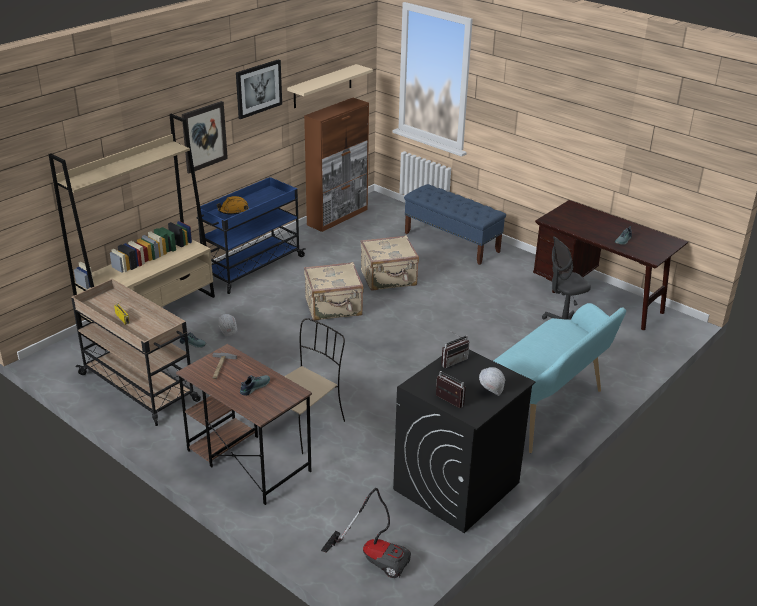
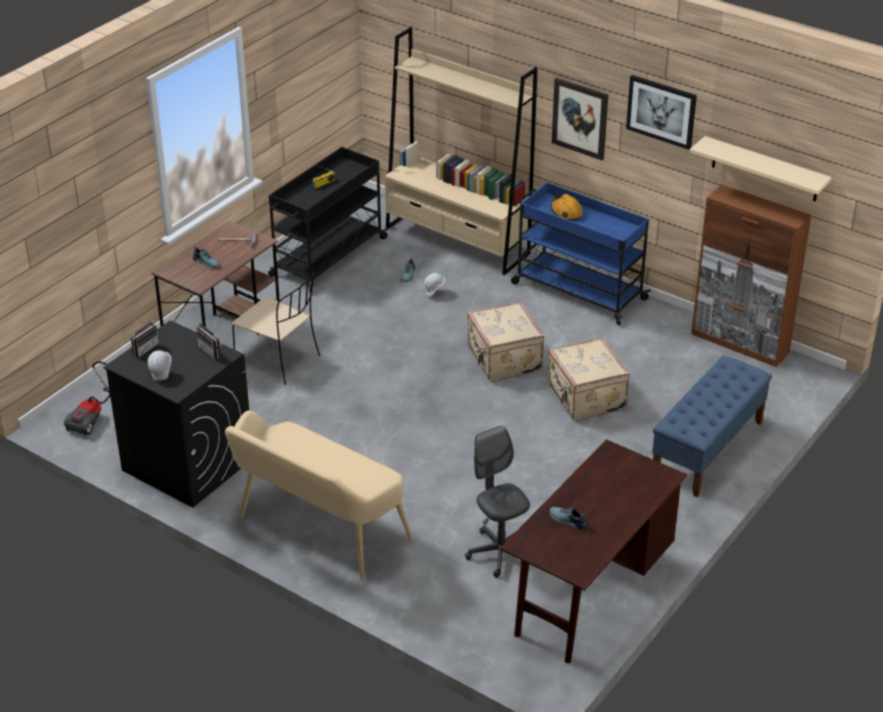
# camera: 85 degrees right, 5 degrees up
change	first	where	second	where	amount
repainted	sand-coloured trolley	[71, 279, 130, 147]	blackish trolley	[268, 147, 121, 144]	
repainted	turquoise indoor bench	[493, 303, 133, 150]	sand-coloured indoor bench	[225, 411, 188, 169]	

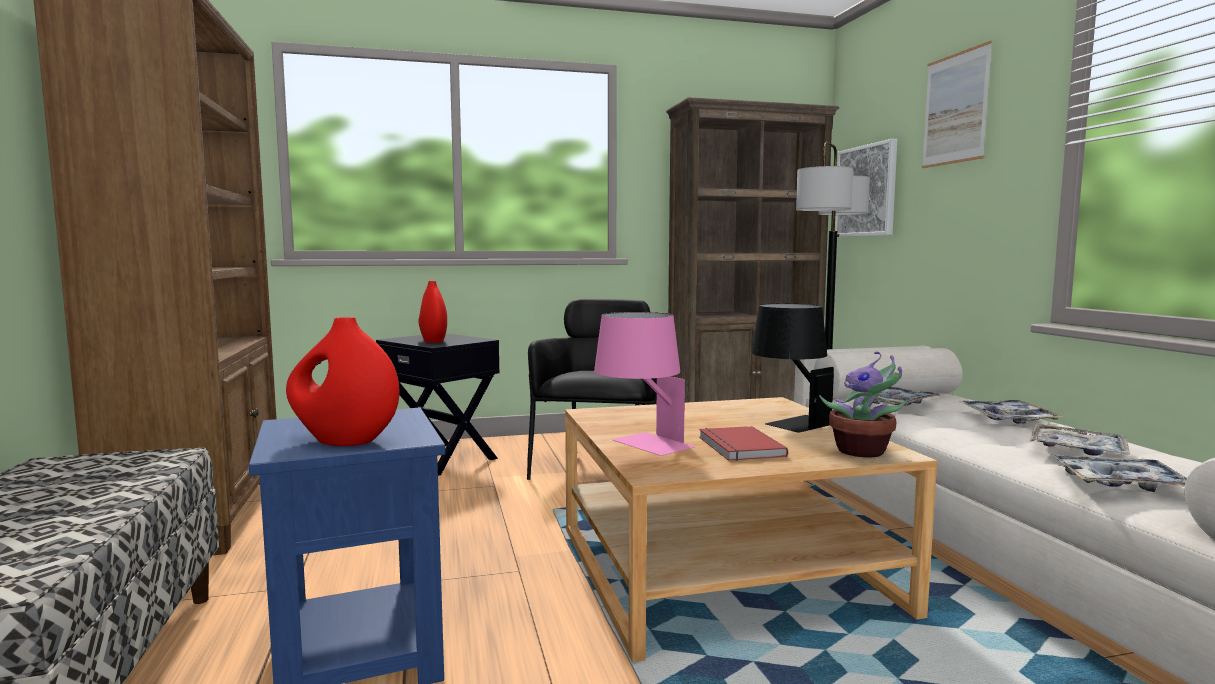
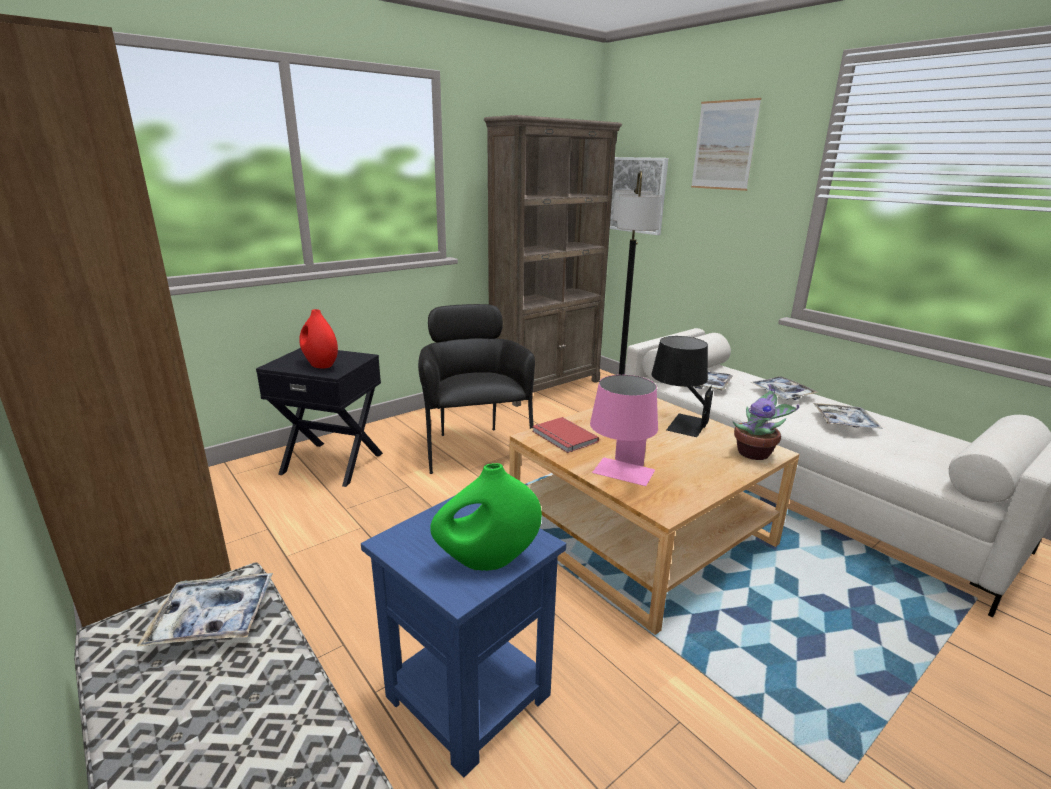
# camera: 25 degrees left, 15 degrees up
change	first	where	second	where	amount
repainted	red-coloured vase	[286, 317, 114, 129]	green vase	[430, 463, 112, 108]	
shifted	red-coloured volume	[699, 426, 89, 35]		[532, 417, 67, 36]	
shifted	serving tray	[1054, 455, 133, 37]		[136, 573, 137, 74]	

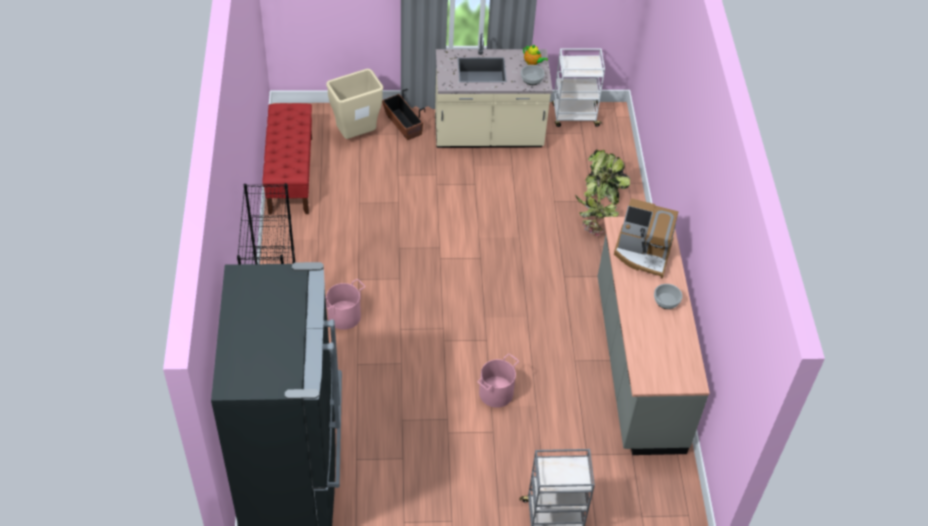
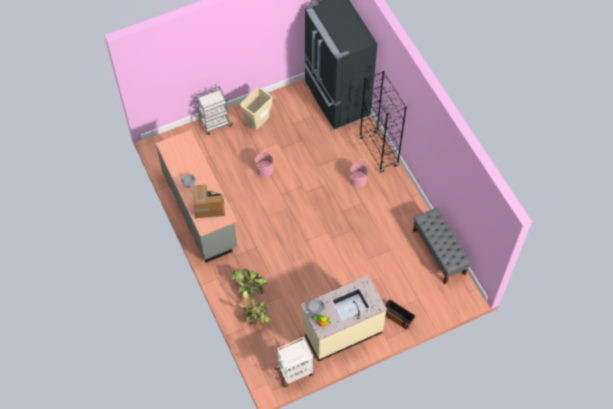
# camera: 160 degrees right, 10 degrees up
change	first	where	second	where	amount
repainted	red-coloured indoor bench	[262, 103, 50, 112]	greyish indoor bench	[413, 208, 58, 76]	
shifted	sand-coloured rubbish bin	[326, 69, 57, 70]		[240, 87, 33, 43]	

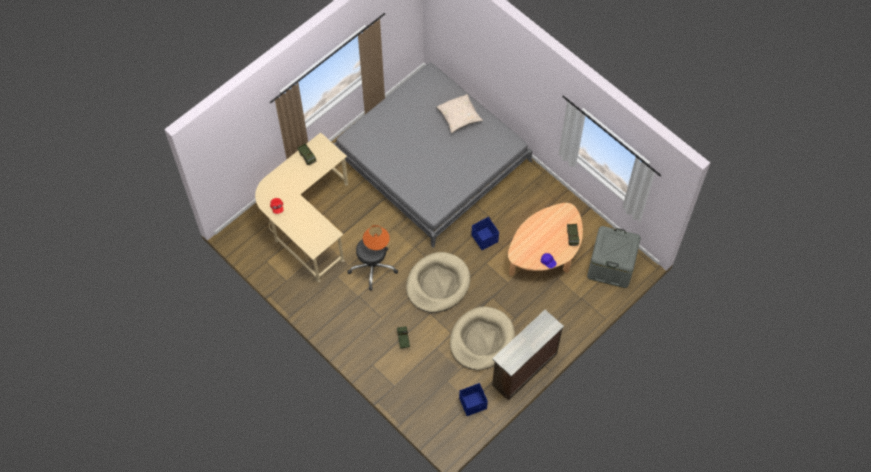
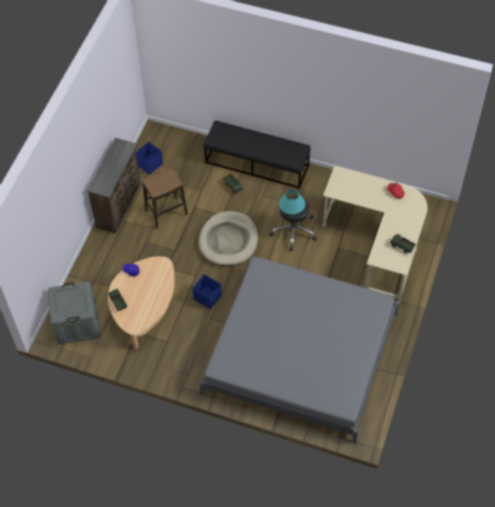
# camera: 155 degrees right, 5 degrees down
change	first	where	second	where	amount
repainted	orange-coloured tabletop lamp	[363, 225, 27, 25]	turquoise tabletop lamp	[279, 189, 26, 25]	
gone	sand-coloured cushion	[436, 94, 47, 39]			
swapped	sand-coloured pet bed	[450, 307, 65, 63]	stool seat	[142, 167, 46, 62]	
new			blackish indoor bench	[204, 120, 107, 69]	

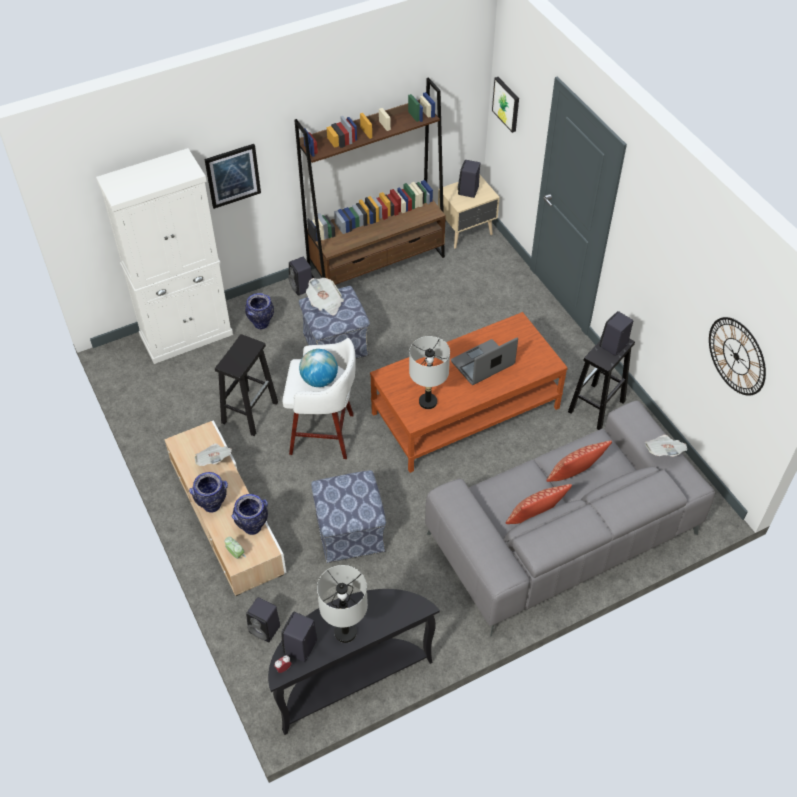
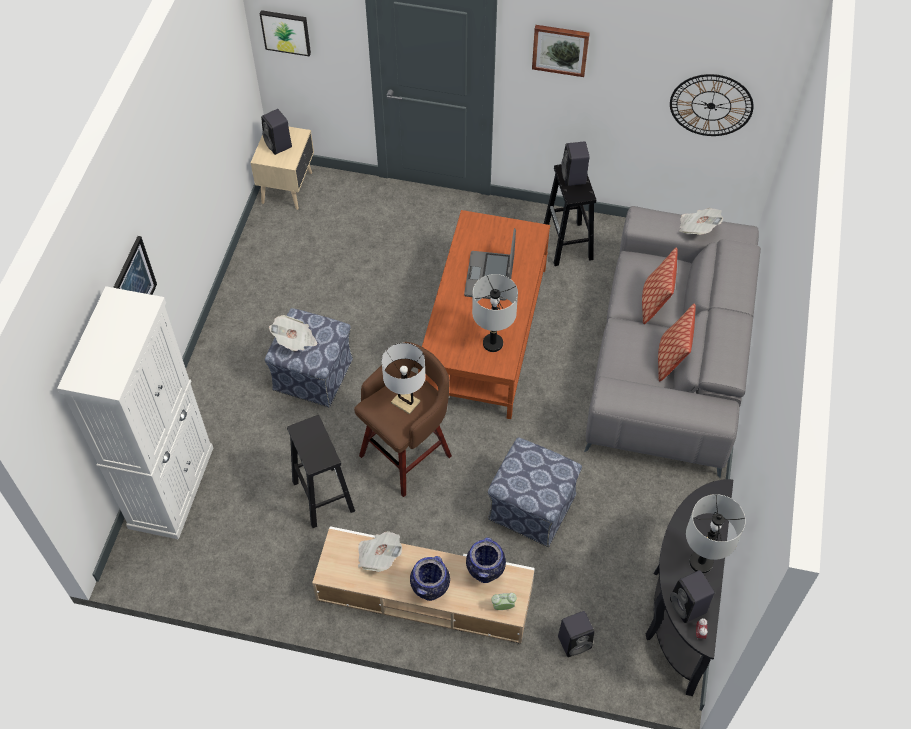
# camera: 50 degrees left, 5 degrees up
change	first	where	second	where	amount
gone	vase	[245, 293, 29, 36]			
repainted	whitish stool seat	[283, 338, 73, 121]	brown-coloured stool seat	[354, 342, 98, 155]	
gone	blackish speaker	[289, 257, 23, 39]			
gone	brown-coloured shelving unit	[294, 77, 152, 208]			
swapped	world globe	[299, 349, 39, 38]	whitish tabletop lamp	[382, 343, 44, 71]	
new			wall picture	[532, 25, 58, 52]	

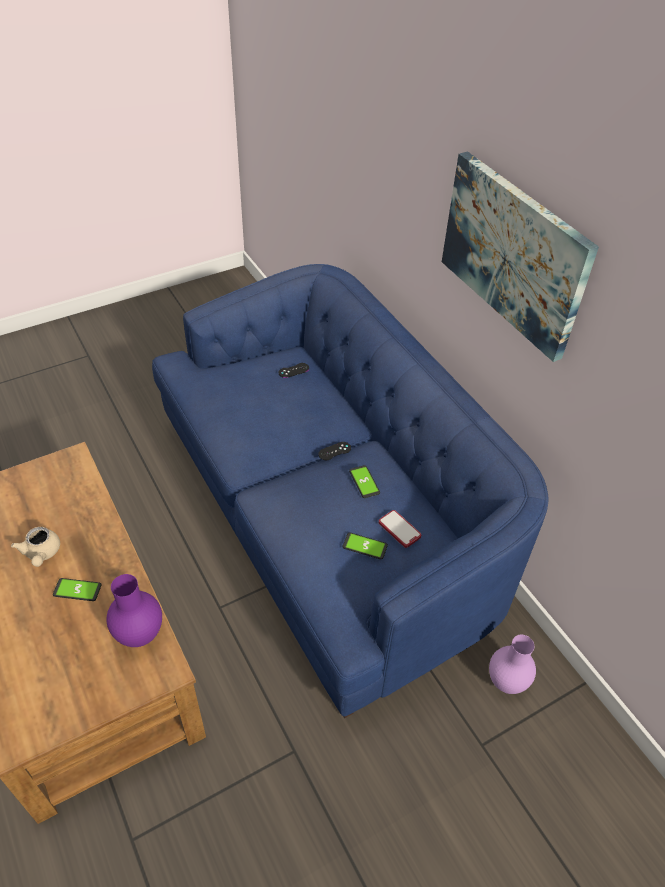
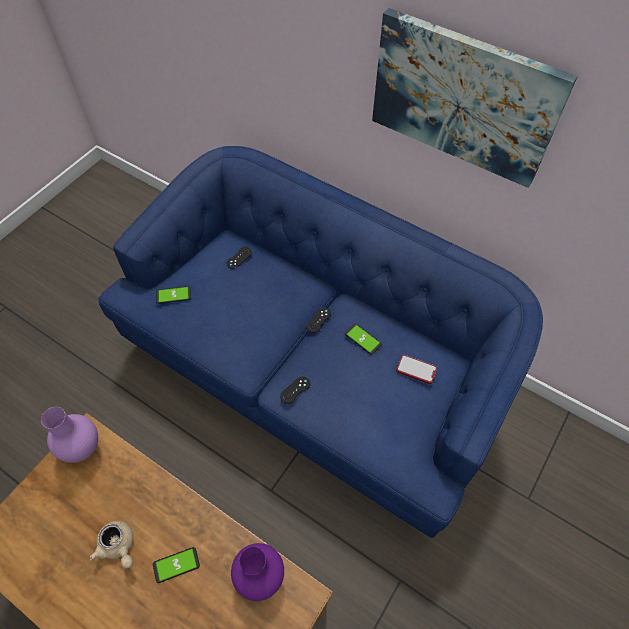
# camera: 25 degrees left, 10 degrees up
change	first	where	second	where	amount
shifted	telephone	[343, 532, 45, 27]		[156, 286, 35, 18]	
shifted	purple vase	[489, 635, 47, 59]		[41, 407, 57, 56]	
new			blackish gamepad	[280, 376, 30, 28]	

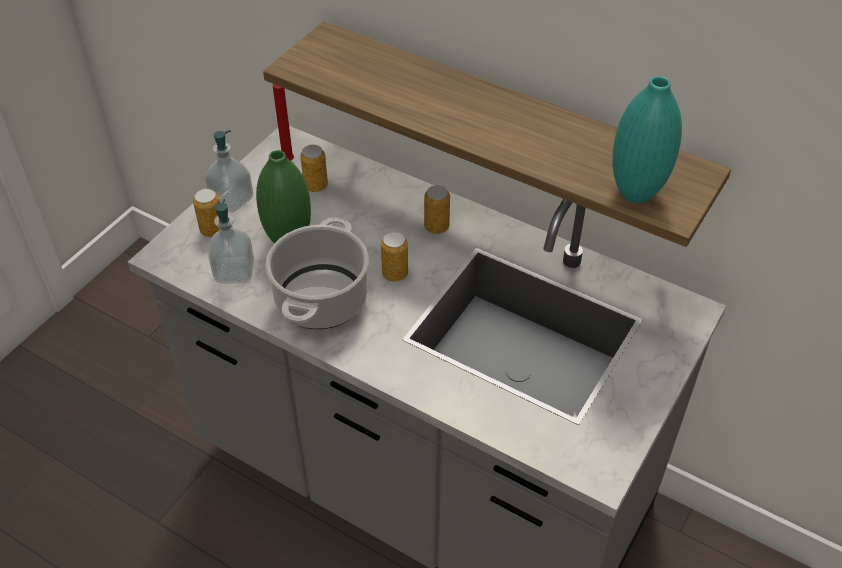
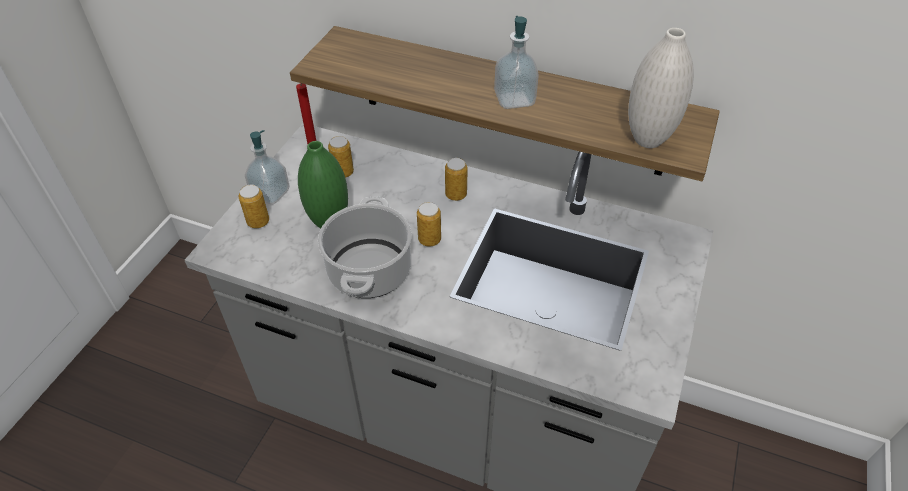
# camera: 10 degrees left, 0 degrees up
change	first	where	second	where	amount
shifted	liquid soap bottle	[209, 199, 45, 84]		[494, 16, 45, 93]	
repainted	turquoise vase	[612, 76, 70, 127]	whitish vase	[628, 28, 66, 120]	

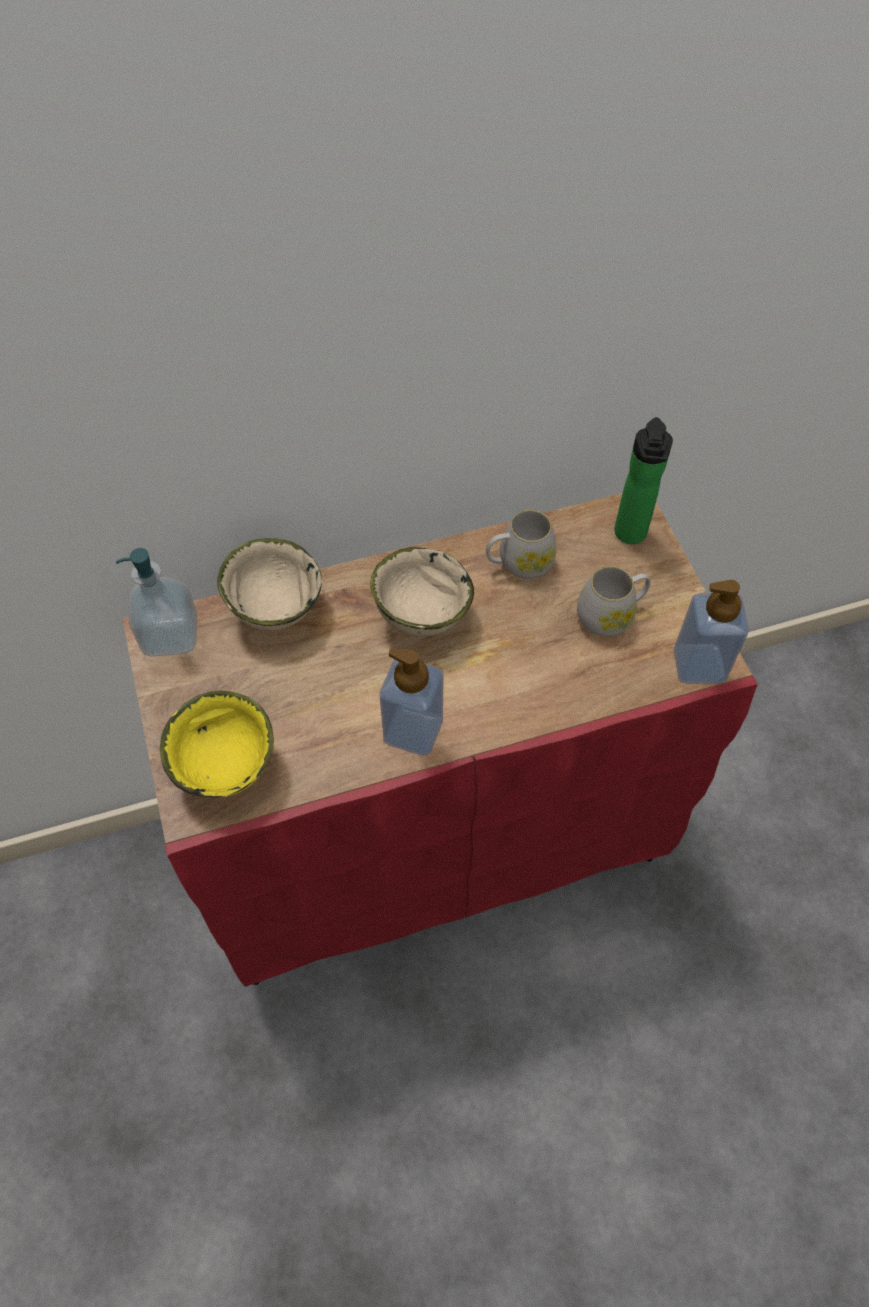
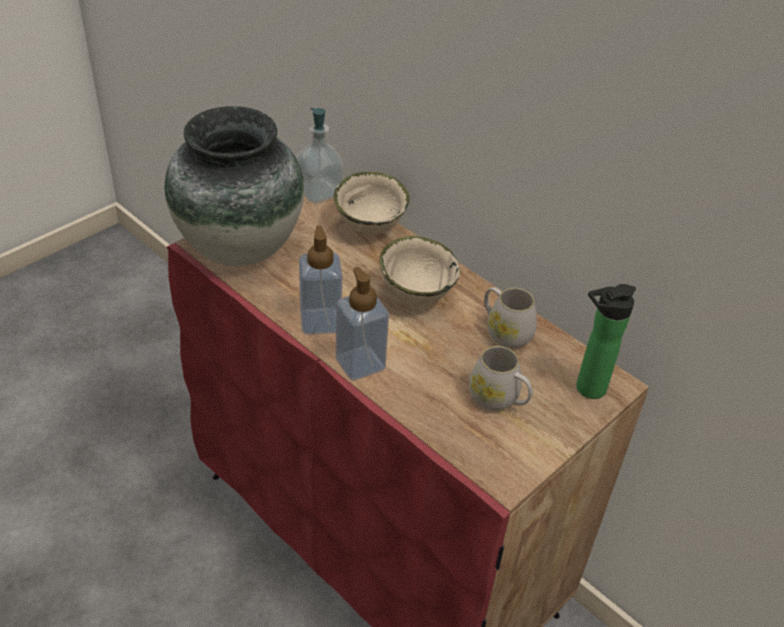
# camera: 60 degrees right, 15 degrees down
change	first	where	second	where	amount
swapped	yellowish bowl	[160, 691, 114, 107]	vase	[164, 106, 140, 160]	
shifted	liquid soap bottle	[674, 580, 75, 104]		[336, 267, 53, 114]	

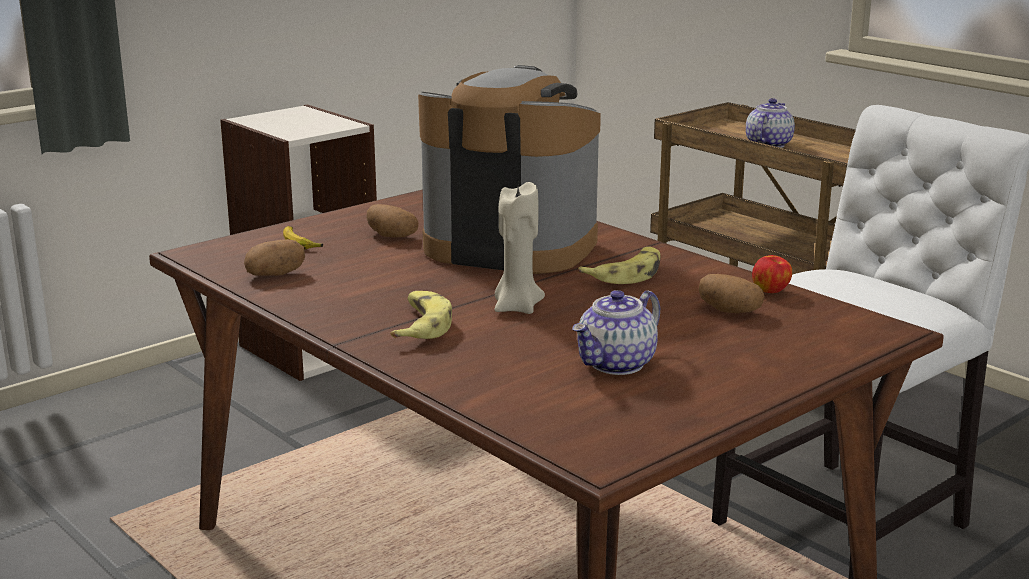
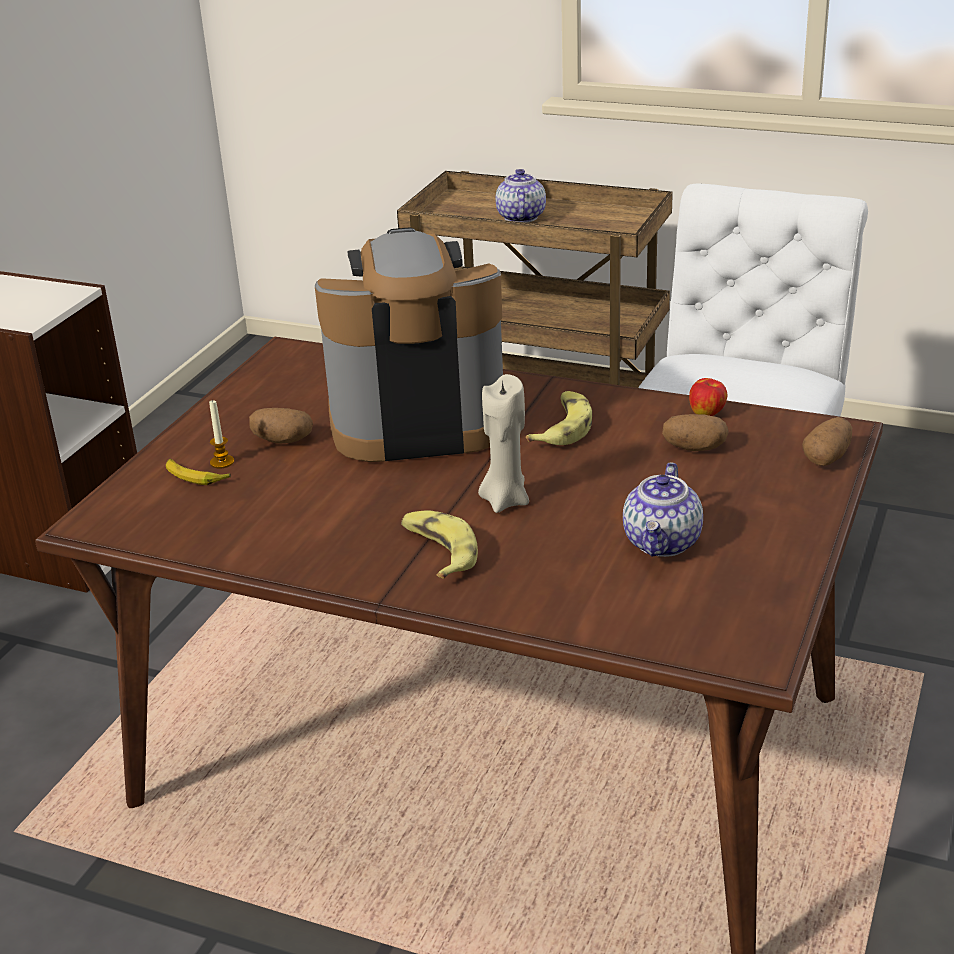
# camera: 25 degrees left, 10 degrees up
change	first	where	second	where	amount
shifted	potato	[244, 239, 61, 37]		[802, 417, 50, 49]	
new			wax light	[209, 399, 25, 70]	

